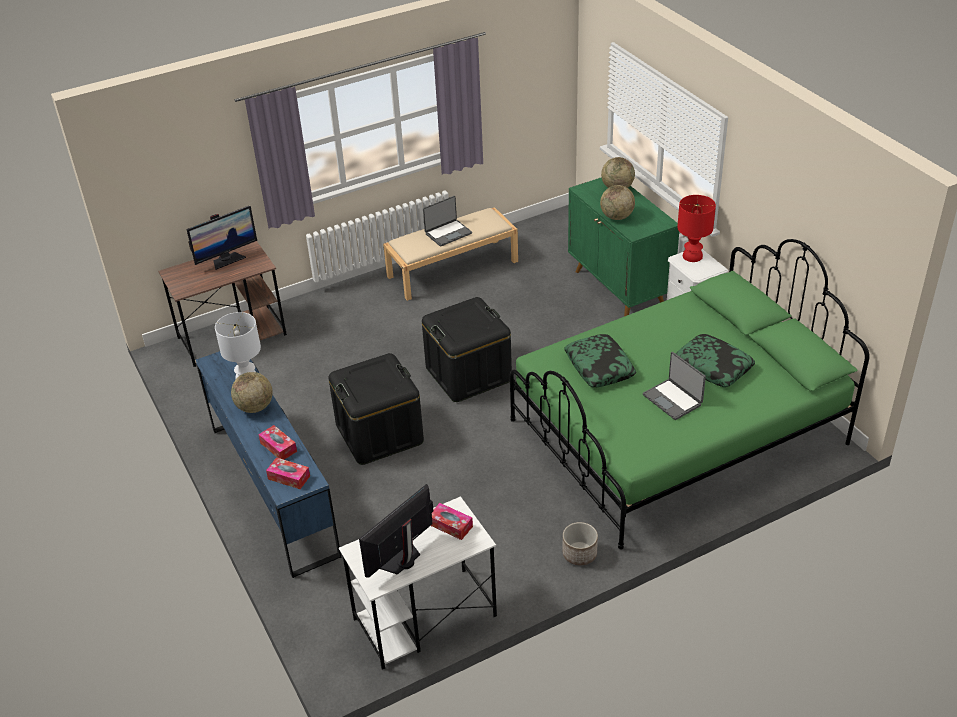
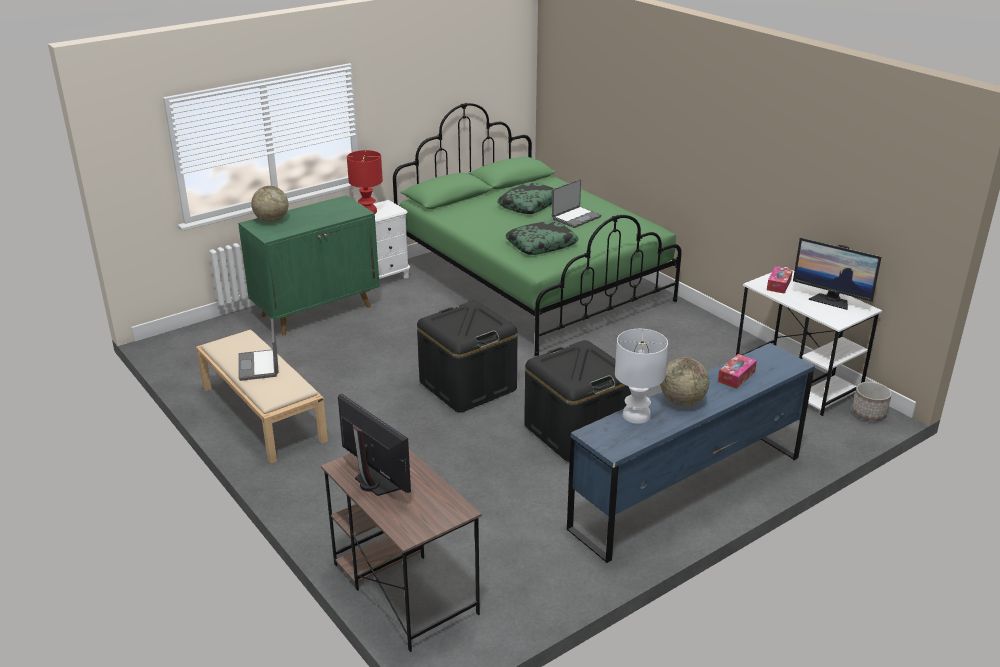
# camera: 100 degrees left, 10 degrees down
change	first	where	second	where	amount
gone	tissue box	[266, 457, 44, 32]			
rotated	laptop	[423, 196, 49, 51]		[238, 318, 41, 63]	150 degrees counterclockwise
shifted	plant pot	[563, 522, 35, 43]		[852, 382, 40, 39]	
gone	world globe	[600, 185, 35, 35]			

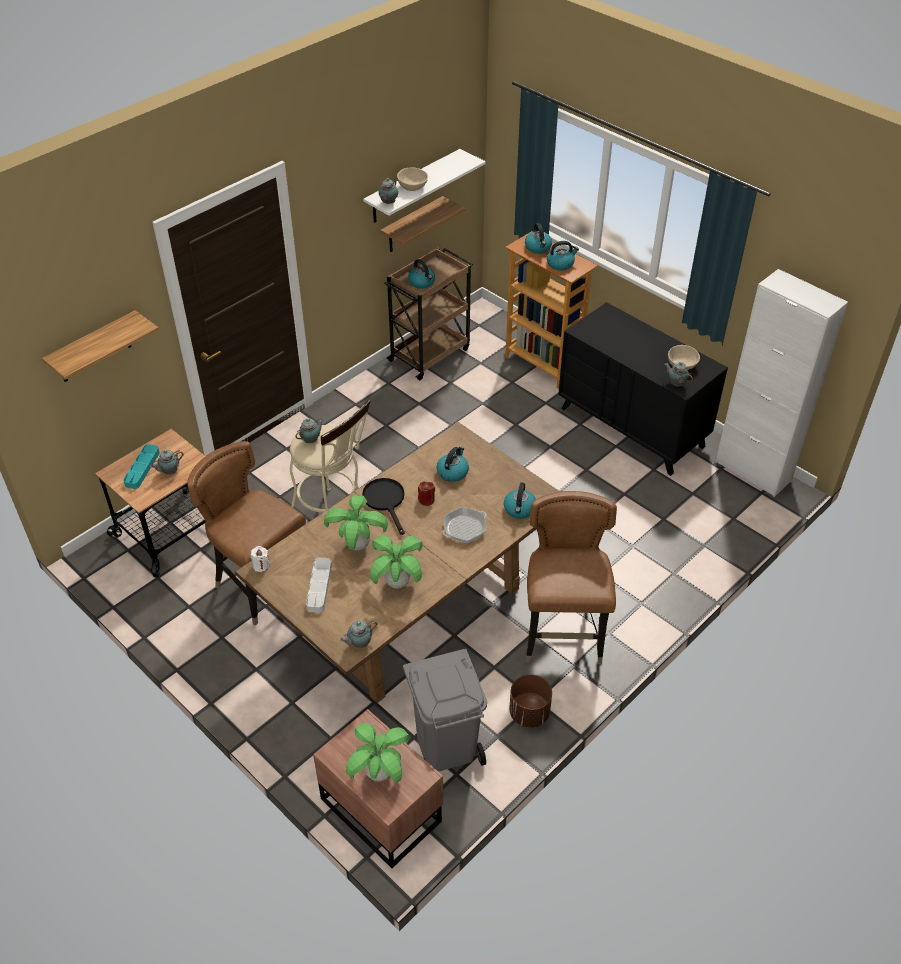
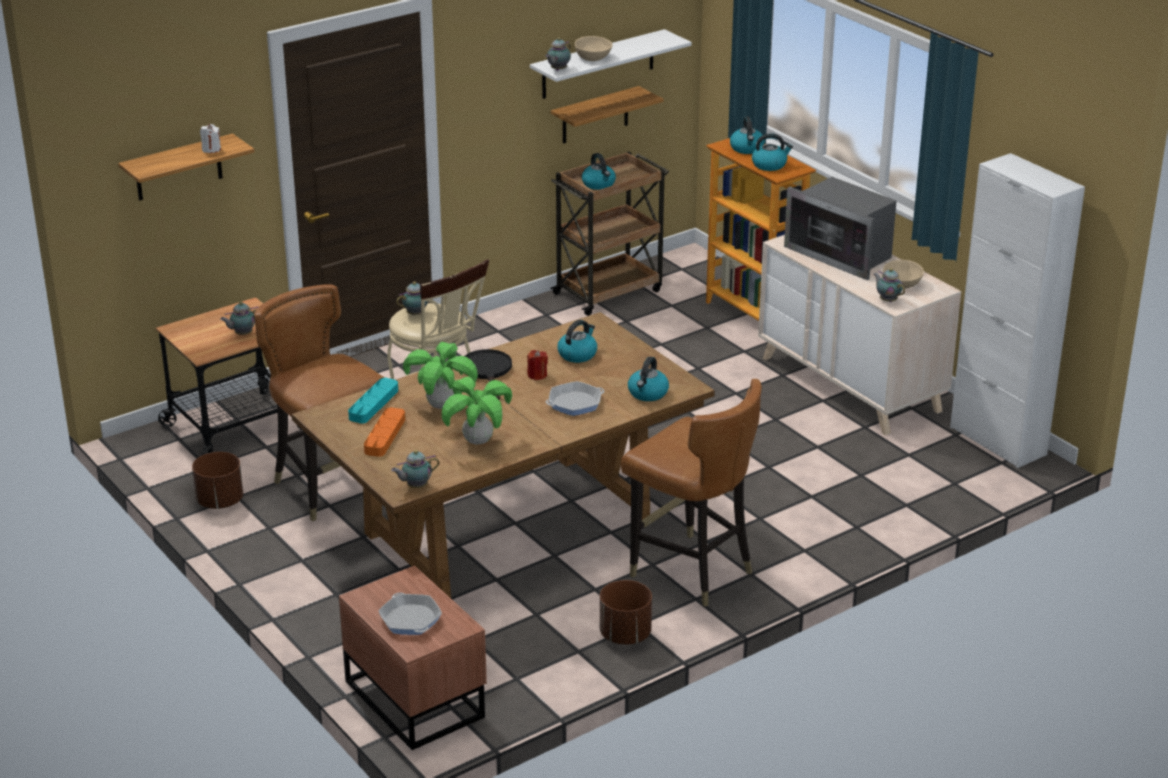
# camera: 10 degrees right, 15 degrees down
change	first	where	second	where	amount
shifted	turquoise serving tray	[123, 444, 37, 45]		[348, 378, 50, 46]	
shifted	whitish wax light	[250, 546, 20, 26]		[200, 124, 21, 29]	
repainted	greyish serving tray	[306, 558, 26, 55]	orange-coloured serving tray	[364, 407, 41, 50]	
swapped	potted plant	[346, 723, 64, 60]	frying pan	[378, 592, 64, 43]	
gone	greyish rubbish bin	[403, 649, 84, 123]			
rotated	brown-coloured upright chair	[526, 491, 91, 173]		[621, 379, 141, 228]	120 degrees clockwise
repainted	blackish chest of drawers	[558, 302, 170, 174]	sand-coloured chest of drawers	[758, 235, 203, 200]	
new			brown-coloured plant pot	[192, 452, 51, 57]	
new			microwave	[784, 177, 113, 103]	

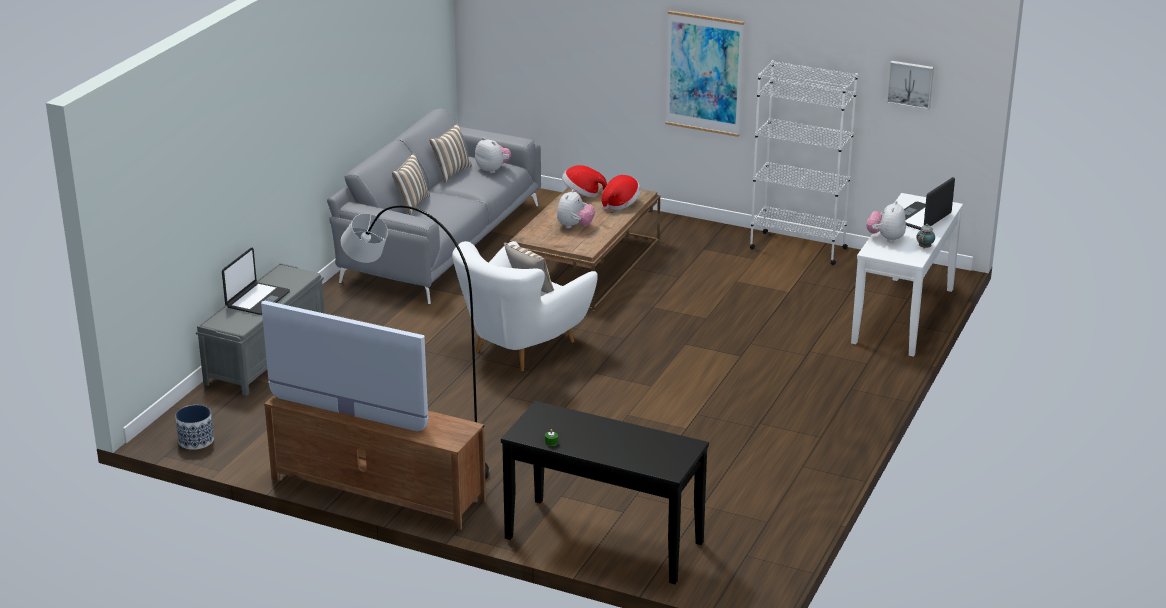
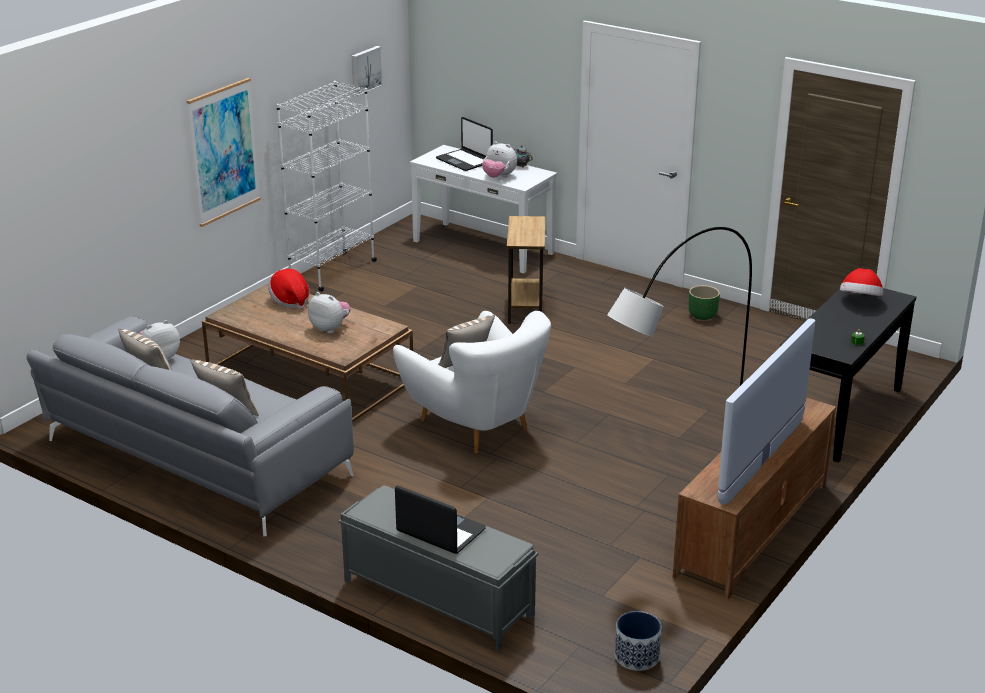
# camera: 80 degrees left, 0 degrees up
change	first	where	second	where	amount
shifted	clothing hat	[562, 165, 45, 32]		[840, 268, 44, 28]	
new			brown-coloured end table	[507, 216, 38, 108]	
new			green plant pot	[688, 285, 32, 35]	

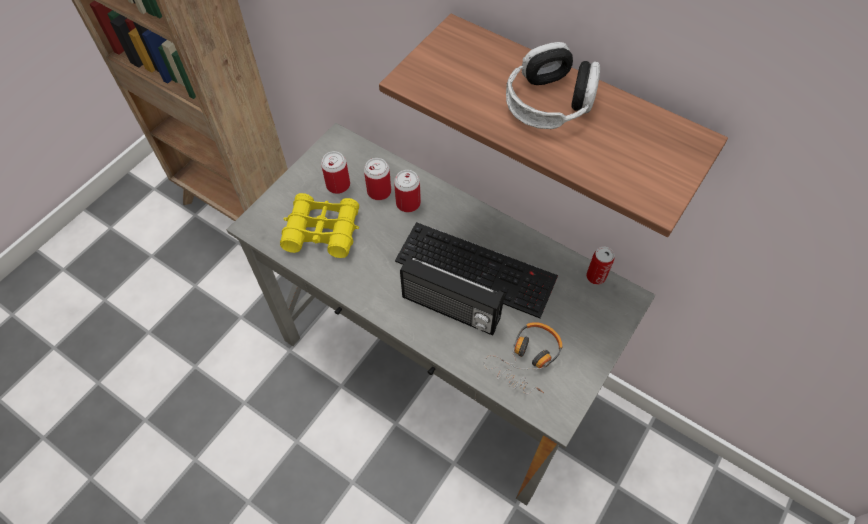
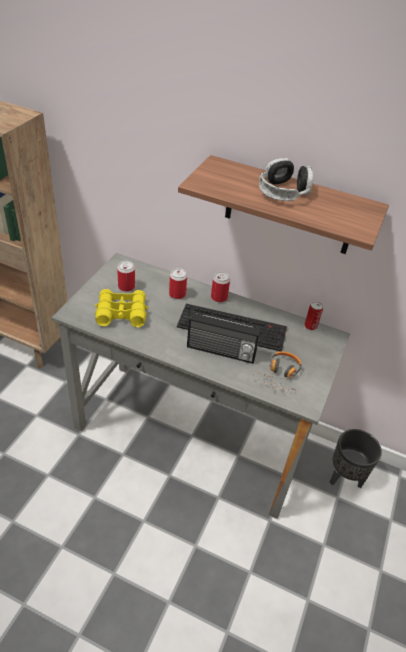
# camera: 15 degrees left, 15 degrees down
change	first	where	second	where	amount
shifted	can	[364, 158, 27, 42]		[211, 272, 19, 30]	
new			blackish plant pot	[330, 429, 52, 59]	

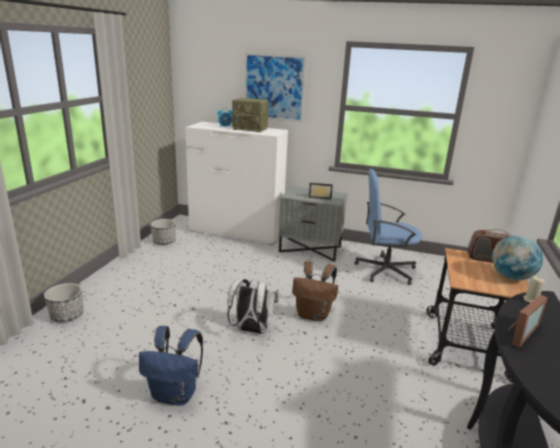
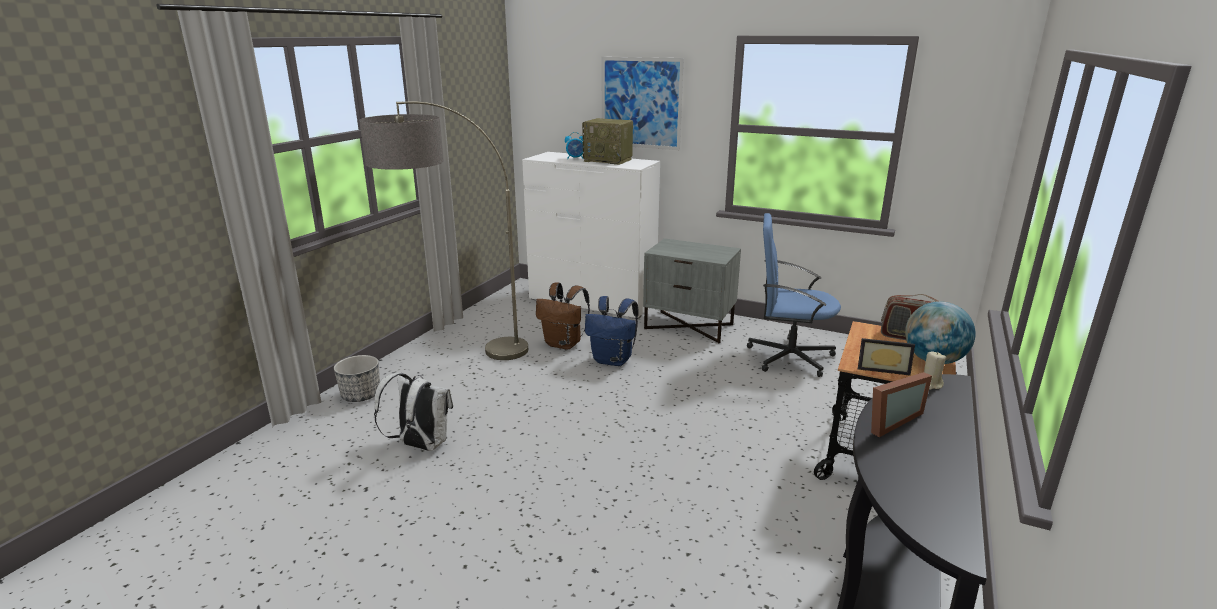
# camera: 10 degrees right, 0 degrees up
change	first	where	second	where	amount
shifted	bluish knapsack	[139, 326, 64, 80]		[585, 296, 54, 70]	
gone	plant pot	[150, 219, 26, 26]			
shifted	whitish knapsack	[227, 278, 52, 56]		[374, 373, 79, 78]	
shifted	brown-coloured knapsack	[292, 261, 46, 60]		[536, 282, 54, 68]	
shifted	picture frame	[309, 183, 24, 17]		[858, 338, 57, 38]	
new			standing lamp	[359, 101, 169, 259]	

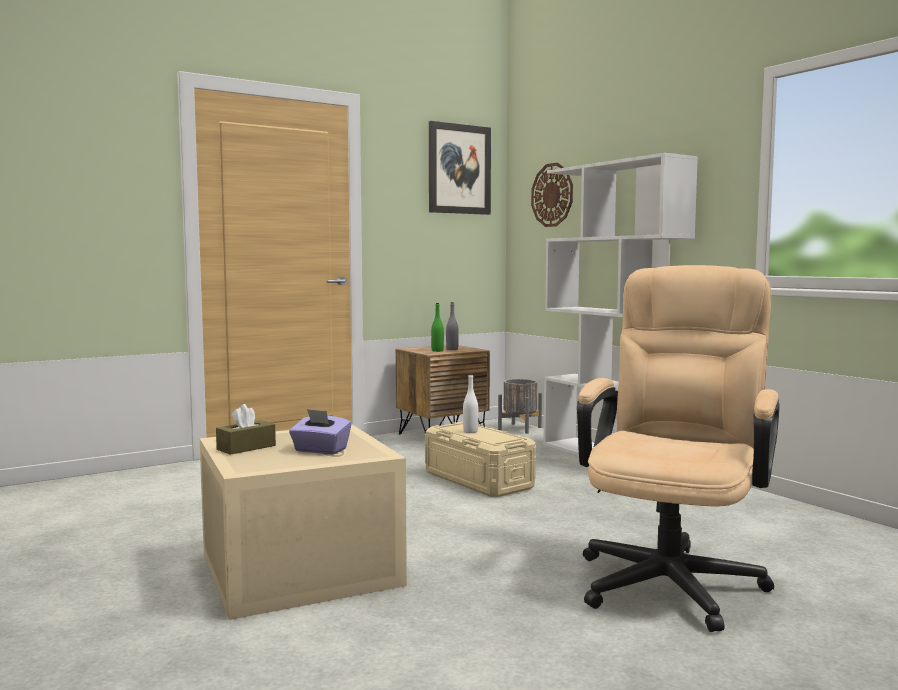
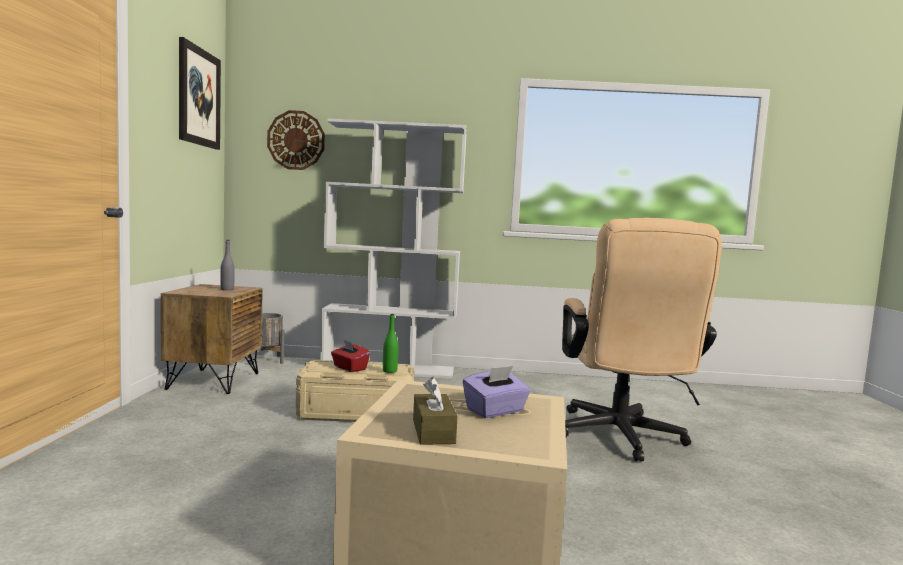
# camera: 55 degrees left, 0 degrees up
change	first	where	second	where	amount
shifted	green drink bottle	[431, 303, 13, 49]		[383, 314, 16, 59]	
swapped	whitish drink bottle	[463, 374, 15, 59]	red-coloured tissue box	[331, 339, 39, 33]	
rotated	sand-coloured office chair	[577, 265, 203, 367]		[562, 218, 160, 244]	150 degrees counterclockwise

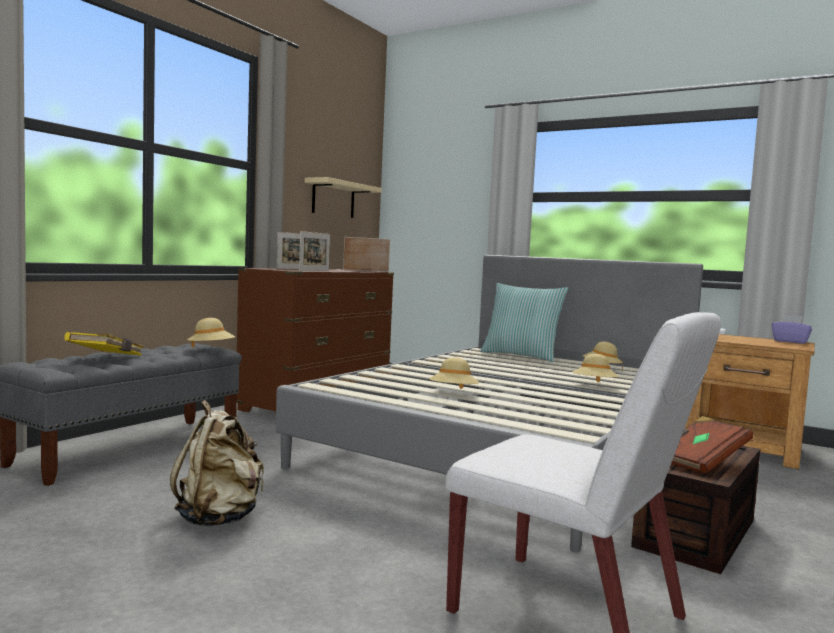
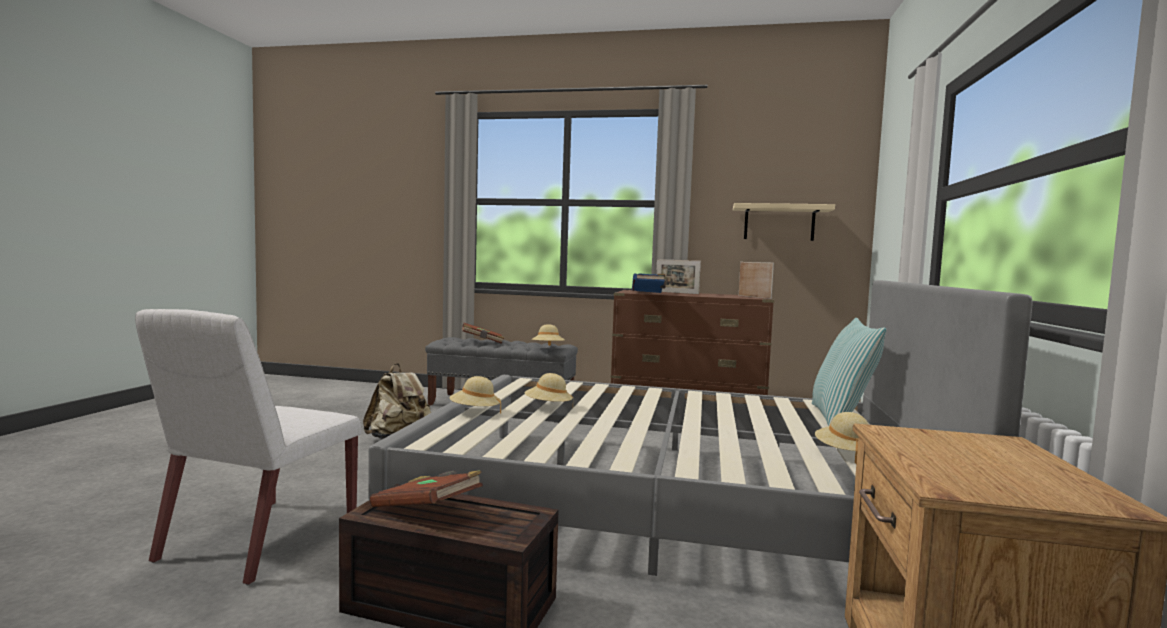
# camera: 70 degrees right, 0 degrees up
change	first	where	second	where	amount
repainted	yellowish volume	[64, 332, 80, 24]	brown-coloured volume	[462, 323, 42, 21]	
swapped	picture frame	[299, 231, 31, 40]	bluish volume	[632, 273, 34, 20]	
shifted	sand-coloured clothing hat	[572, 354, 47, 28]		[449, 376, 52, 37]	
gone	purple tissue box	[772, 315, 40, 29]			

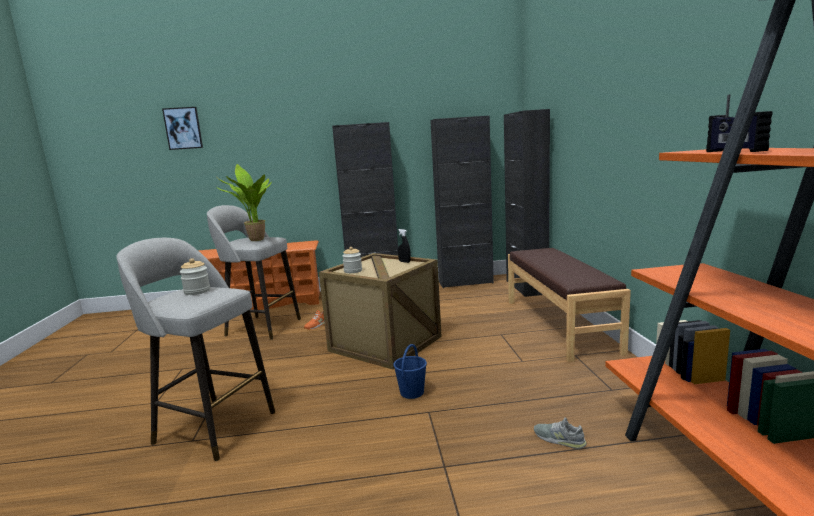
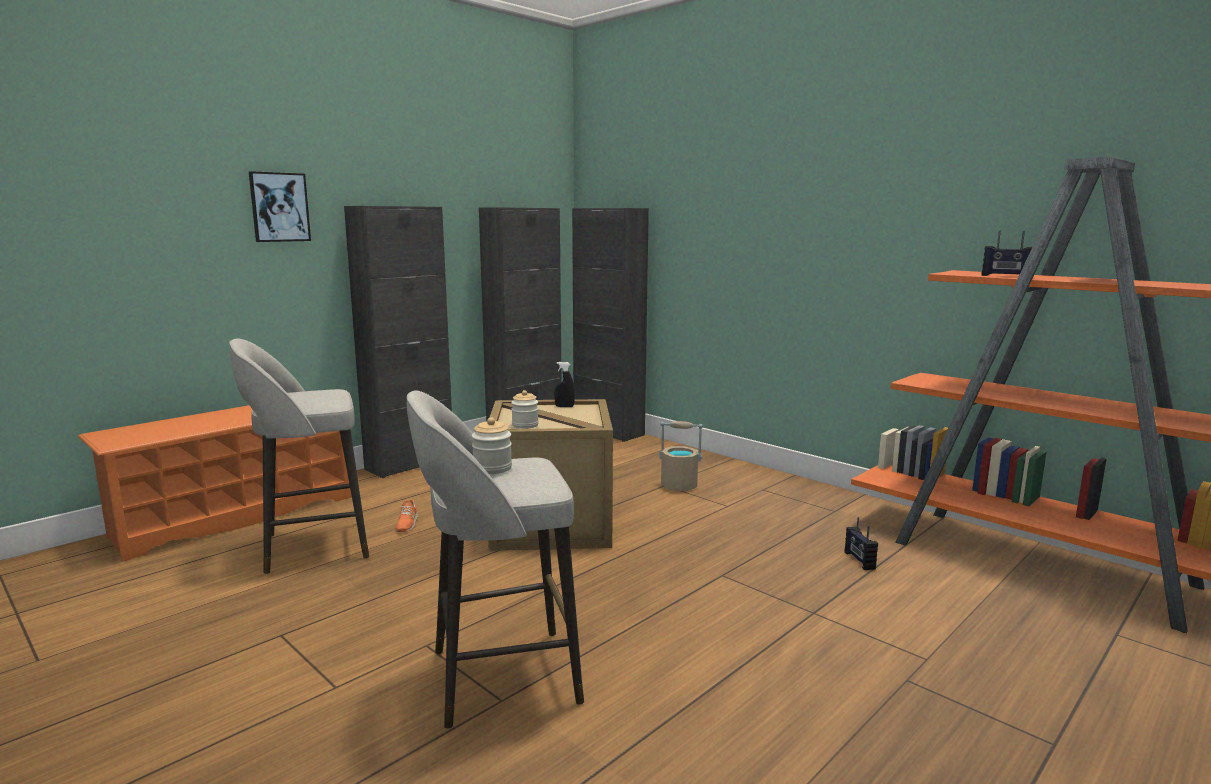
# camera: 40 degrees left, 0 degrees up
change	first	where	second	where	amount
shifted	wall picture	[162, 107, 41, 43]		[249, 171, 62, 71]	
gone	potted plant	[217, 164, 55, 77]			
gone	bluish pail	[393, 344, 34, 55]			
gone	brown-coloured indoor bench	[508, 248, 123, 114]			
swapped	greyish shoe	[534, 417, 53, 32]	radio set	[845, 517, 33, 53]	
new			sand-coloured pail	[659, 421, 44, 70]	

